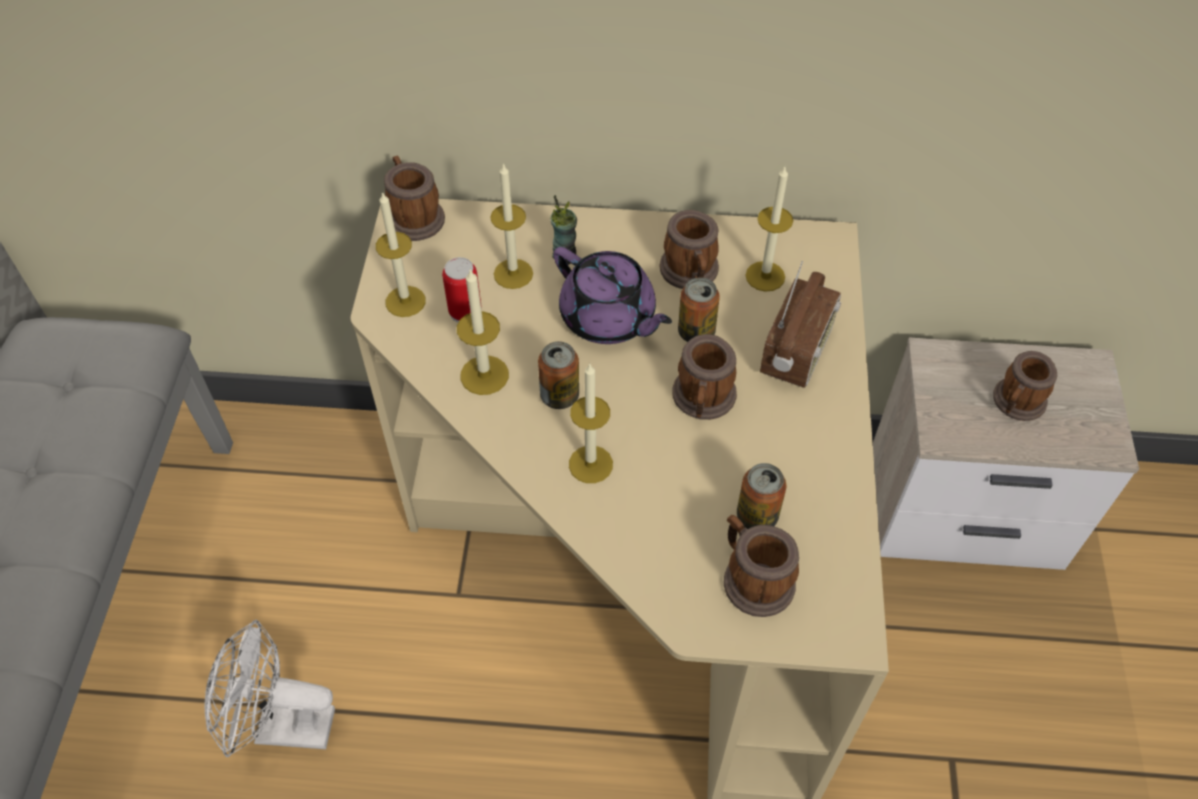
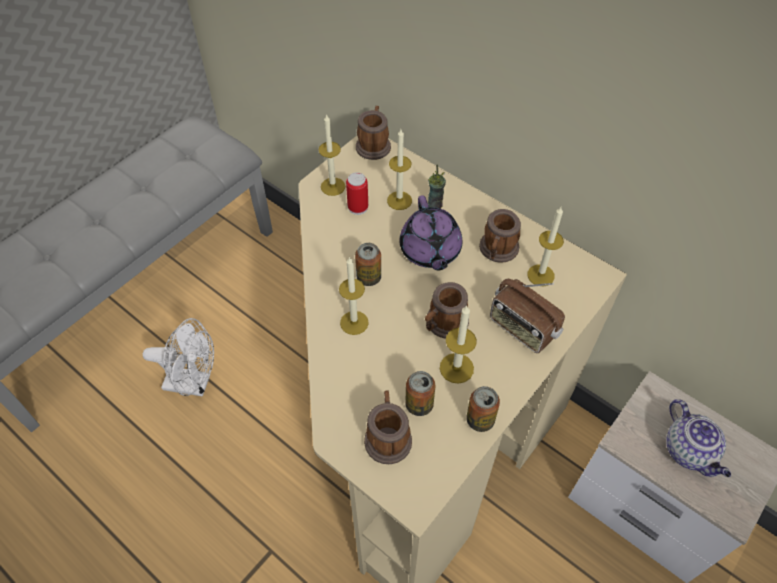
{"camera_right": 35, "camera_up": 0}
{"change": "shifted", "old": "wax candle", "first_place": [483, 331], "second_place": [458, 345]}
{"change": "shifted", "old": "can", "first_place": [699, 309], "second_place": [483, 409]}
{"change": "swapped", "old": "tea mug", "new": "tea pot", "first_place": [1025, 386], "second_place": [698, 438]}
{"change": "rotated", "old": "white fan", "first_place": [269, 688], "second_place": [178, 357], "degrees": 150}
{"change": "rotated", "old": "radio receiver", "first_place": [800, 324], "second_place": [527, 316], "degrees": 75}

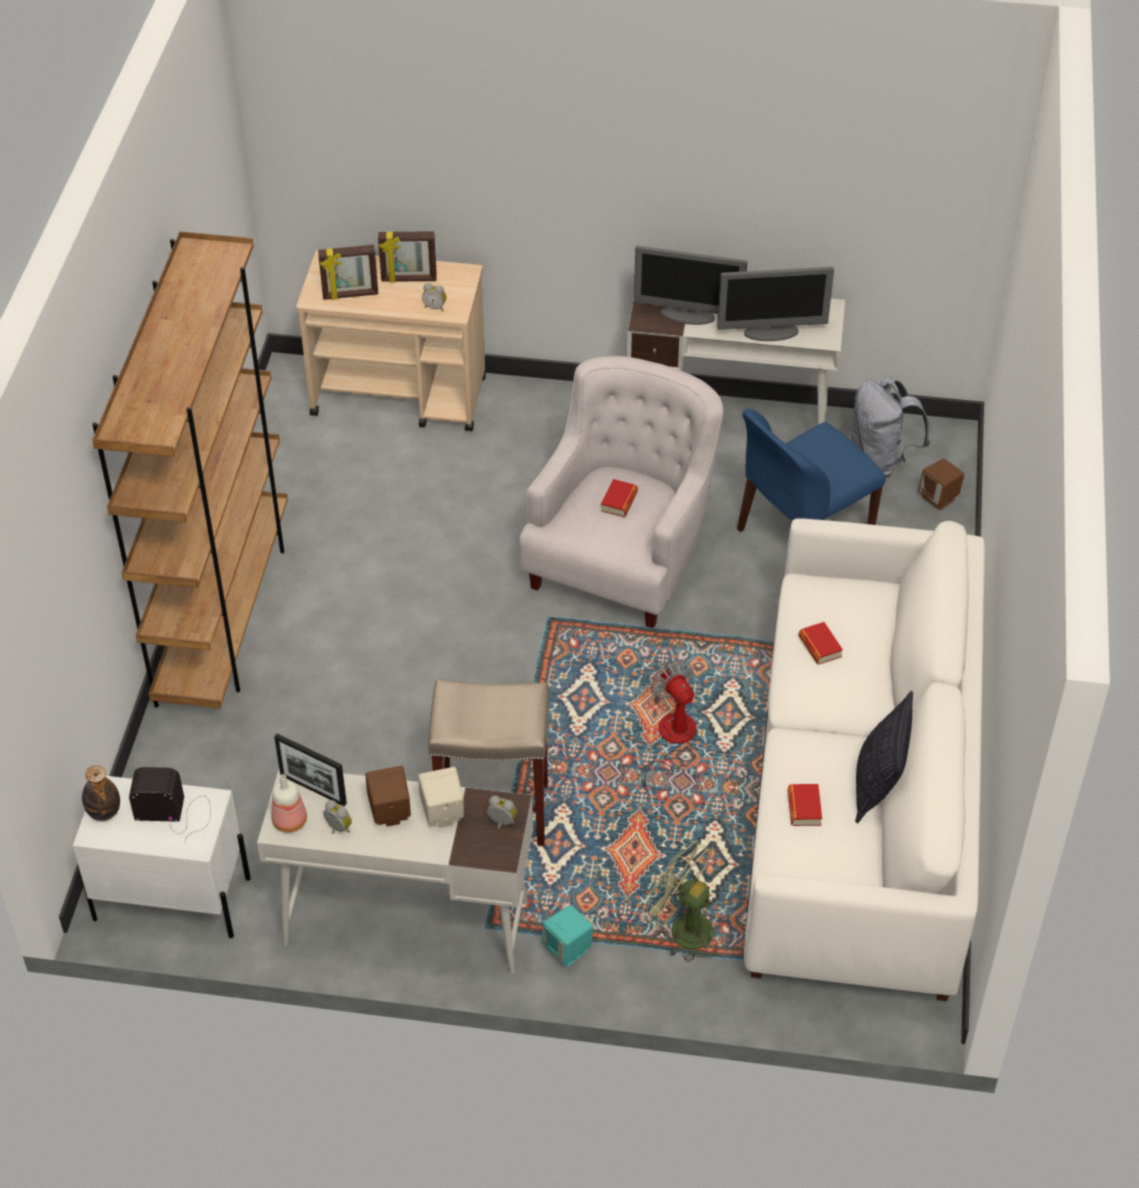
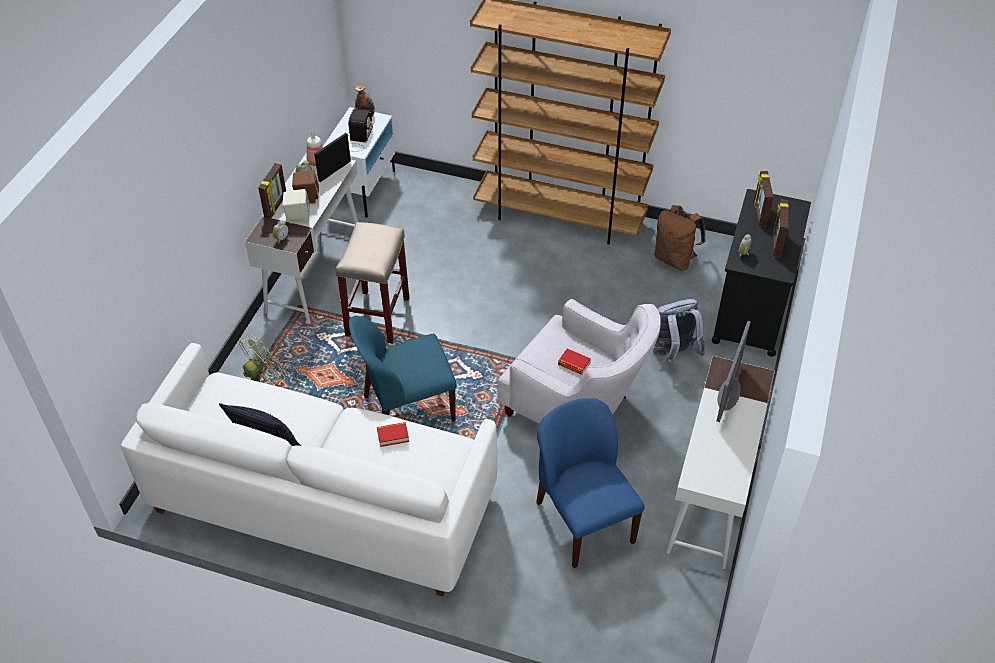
{"camera_right": 100, "camera_up": 0}
{"change": "gone", "old": "turquoise-coloured speaker", "first_place": [567, 936]}
{"change": "gone", "old": "computer display", "first_place": [775, 304]}
{"change": "gone", "old": "volume", "first_place": [805, 805]}
{"change": "gone", "old": "brown-coloured speaker", "first_place": [941, 484]}
{"change": "new", "new": "standing frame", "second_place": [272, 191]}
{"change": "new", "new": "brown-coloured rucksack", "second_place": [679, 238]}
{"change": "shifted", "old": "grey rucksack", "first_place": [890, 427], "second_place": [678, 332]}
{"change": "swapped", "old": "fan", "new": "blue upright chair", "first_place": [668, 723], "second_place": [402, 369]}
{"change": "repainted", "old": "sand-coloured trolley", "new": "black trolley", "first_place": [391, 340], "second_place": [761, 273]}

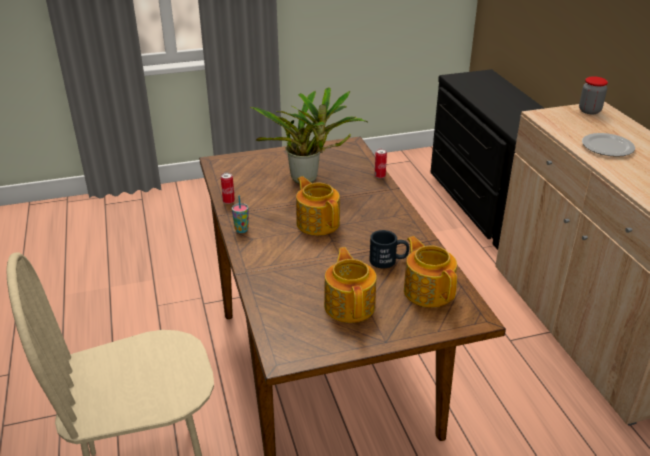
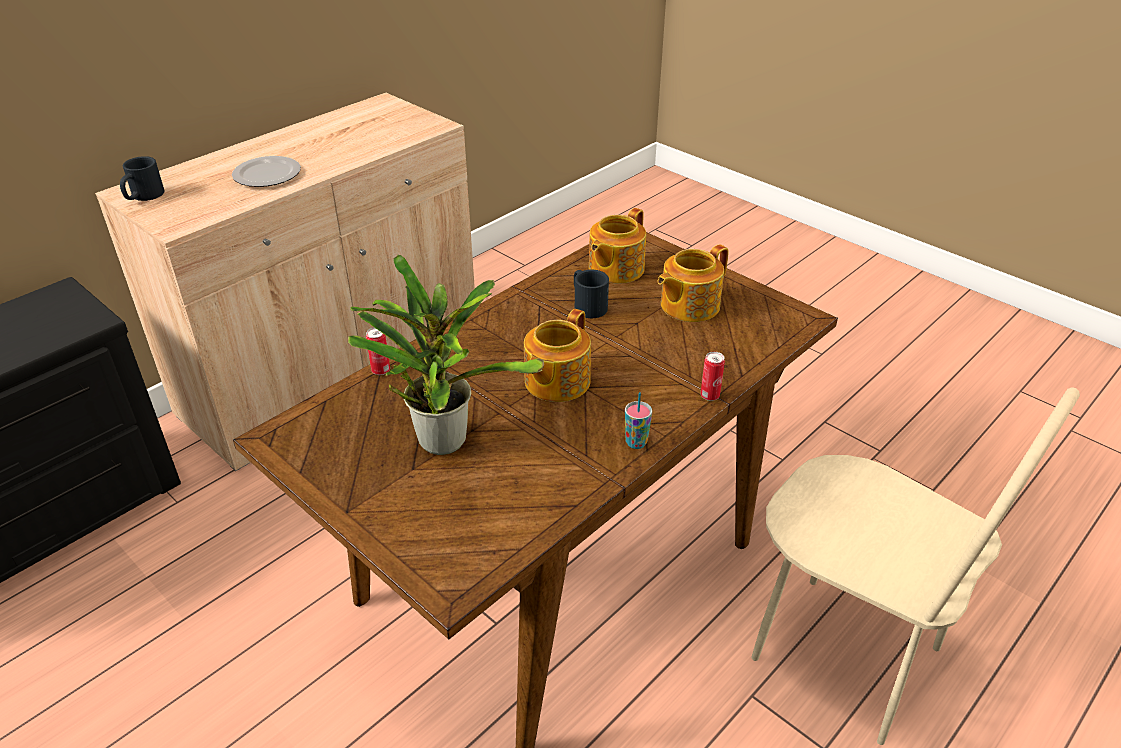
{"camera_right": -120, "camera_up": 5}
{"change": "shifted", "old": "can", "first_place": [228, 188], "second_place": [713, 376]}
{"change": "swapped", "old": "storage jar", "new": "black tea mug", "first_place": [593, 95], "second_place": [142, 178]}

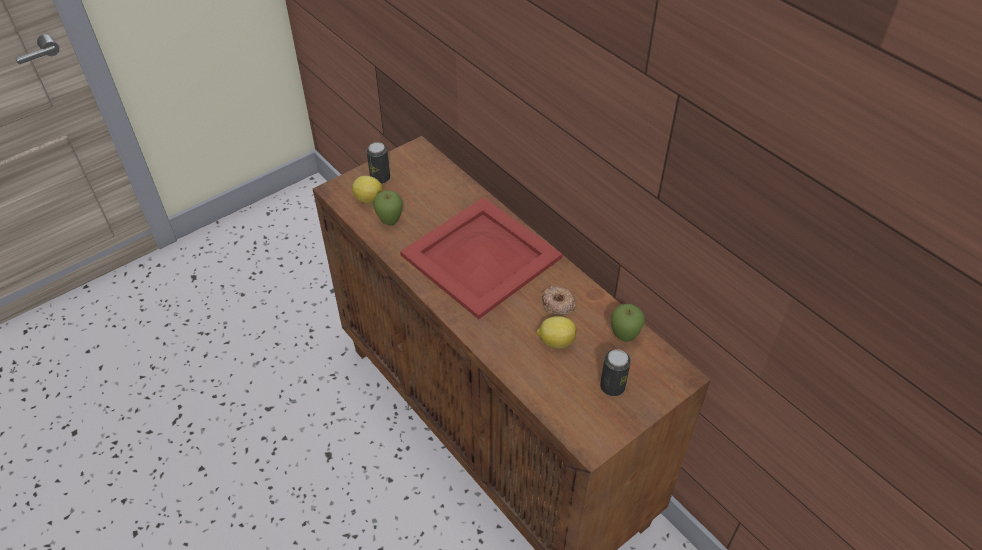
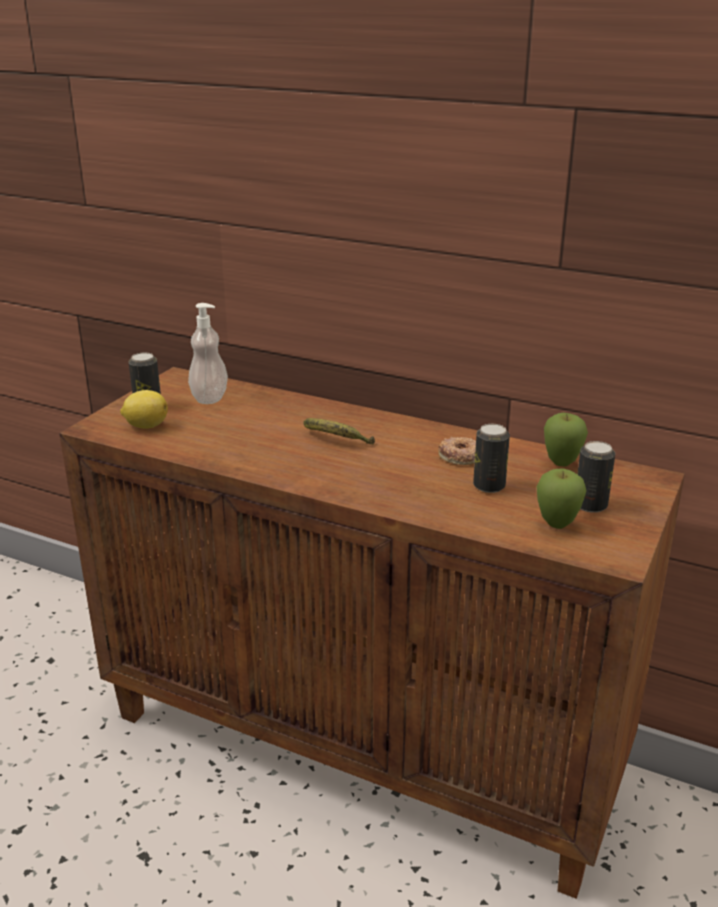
{"camera_right": -25, "camera_up": -20}
{"change": "new", "new": "soap bottle", "second_place": [208, 353]}
{"change": "shifted", "old": "apple fruit", "first_place": [388, 208], "second_place": [562, 498]}
{"change": "swapped", "old": "red-coloured serving tray", "new": "banana", "first_place": [481, 258], "second_place": [339, 431]}
{"change": "swapped", "old": "citrus fruit", "new": "can", "first_place": [556, 332], "second_place": [491, 458]}

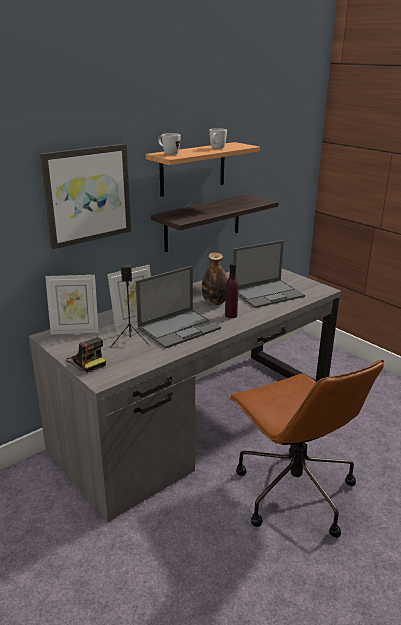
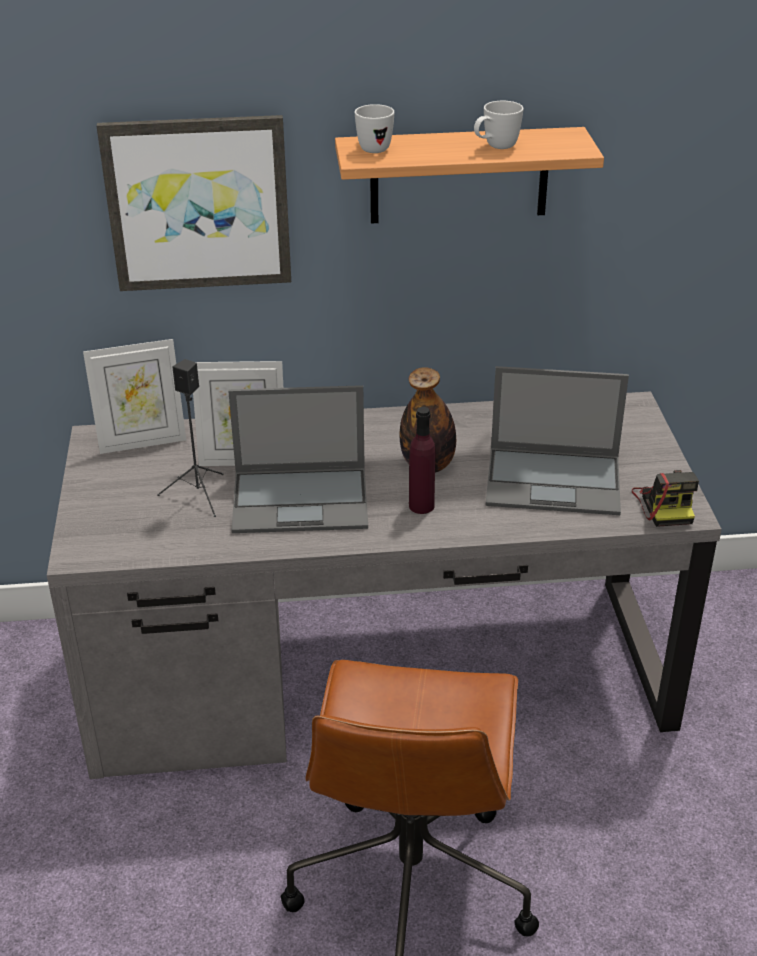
{"camera_right": 35, "camera_up": 10}
{"change": "gone", "old": "shelf", "first_place": [215, 223]}
{"change": "shifted", "old": "photo camera", "first_place": [86, 355], "second_place": [665, 498]}
{"change": "rotated", "old": "standing frame", "first_place": [72, 304], "second_place": [134, 396], "degrees": -45}

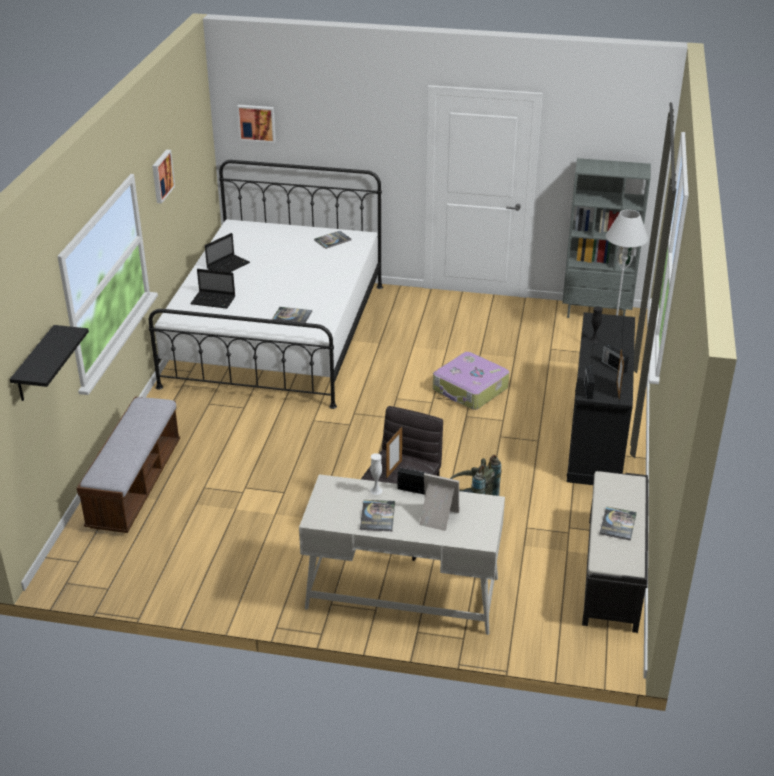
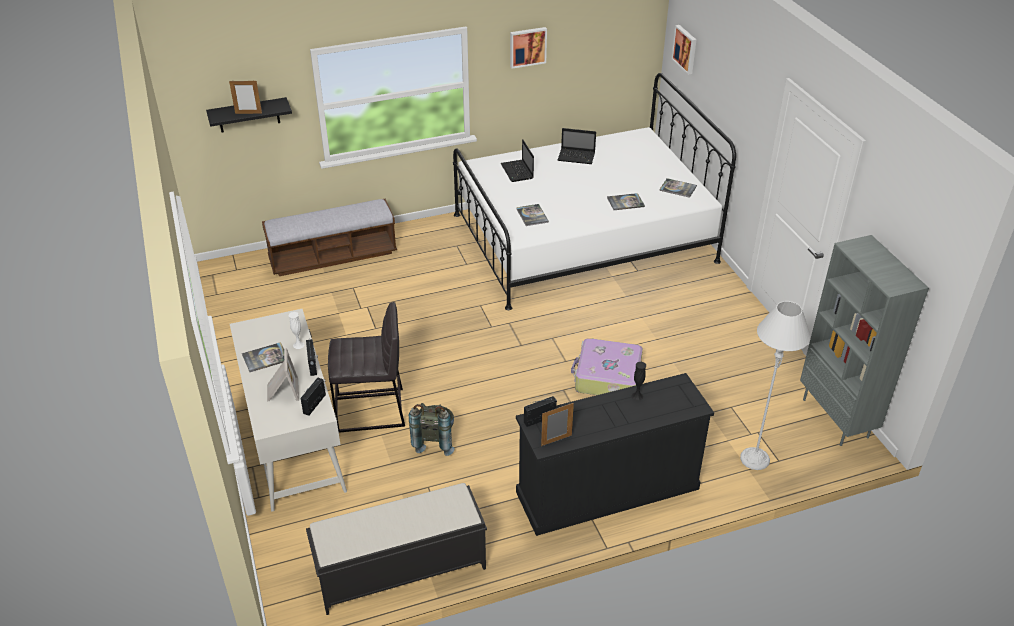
{"camera_right": 60, "camera_up": 5}
{"change": "shifted", "old": "standing frame", "first_place": [394, 452], "second_place": [245, 97]}
{"change": "shifted", "old": "volume", "first_place": [618, 523], "second_place": [626, 201]}
{"change": "shifted", "old": "radio receiver", "first_place": [615, 359], "second_place": [313, 396]}

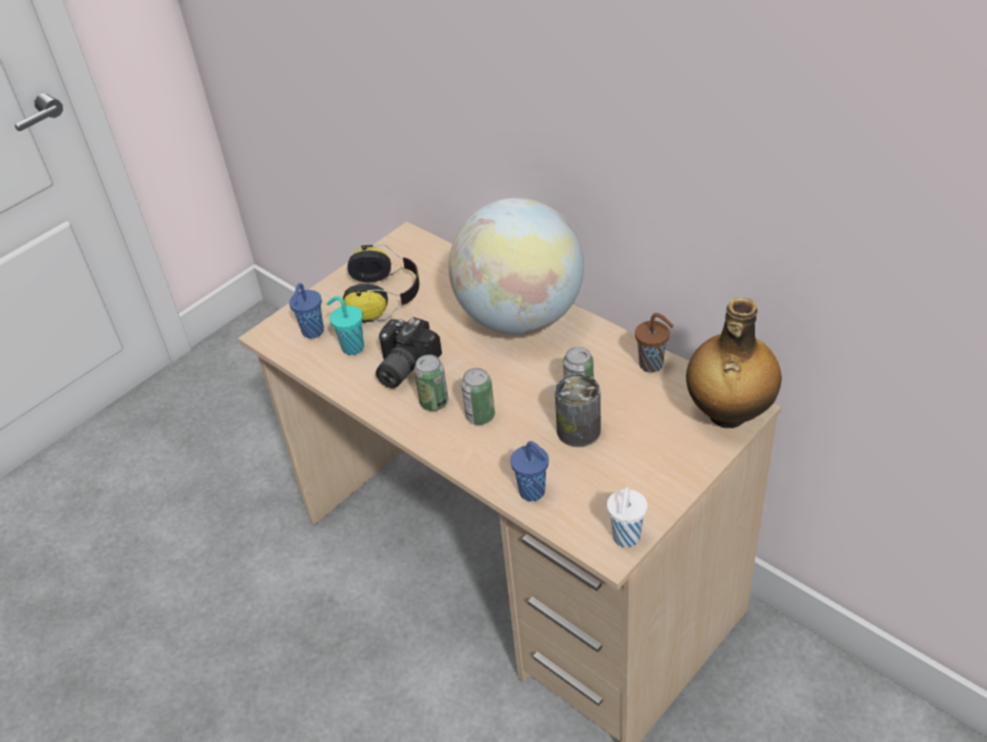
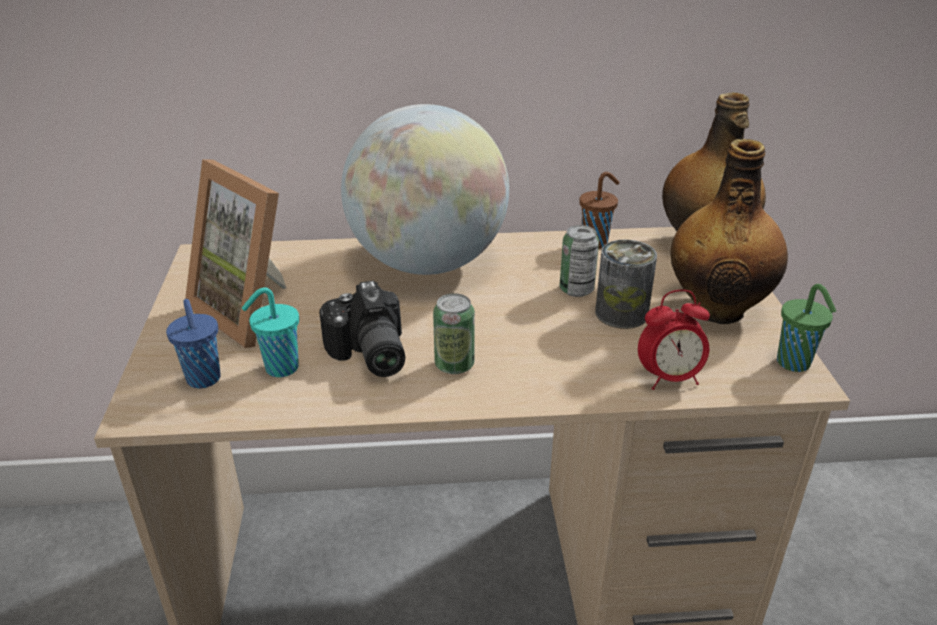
{"camera_right": -50, "camera_up": -10}
{"change": "gone", "old": "can", "first_place": [478, 396]}
{"change": "new", "new": "beverage bottle", "second_place": [729, 231]}
{"change": "swapped", "old": "headset", "new": "standing frame", "first_place": [381, 284], "second_place": [235, 253]}
{"change": "swapped", "old": "blue small cup", "new": "bedside clock", "first_place": [529, 471], "second_place": [674, 340]}
{"change": "repainted", "old": "white small cup", "new": "green-coloured small cup", "first_place": [627, 517], "second_place": [806, 328]}

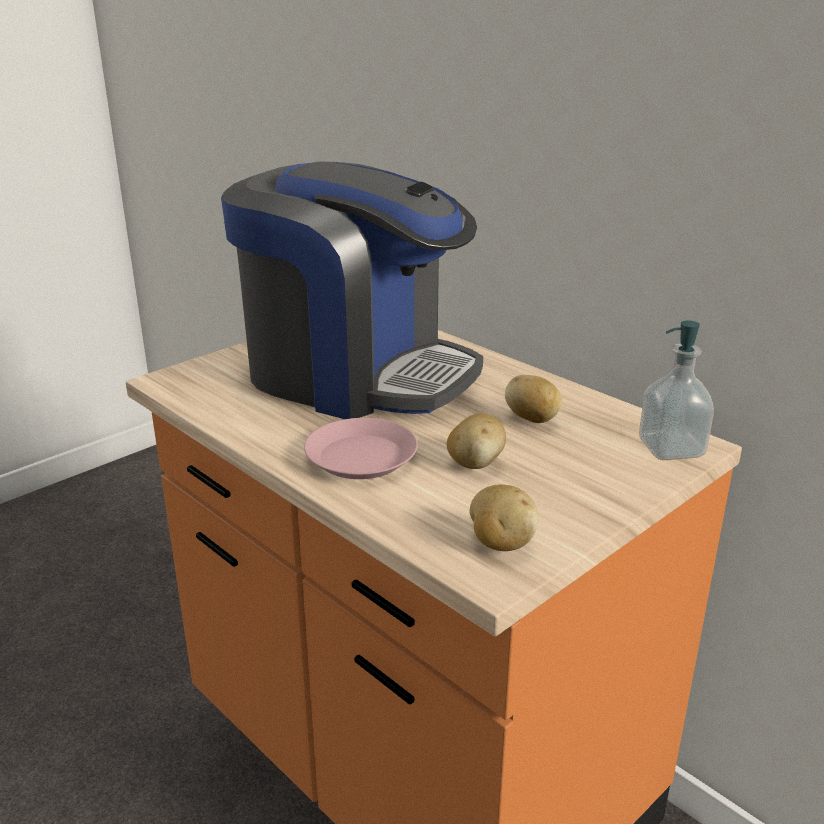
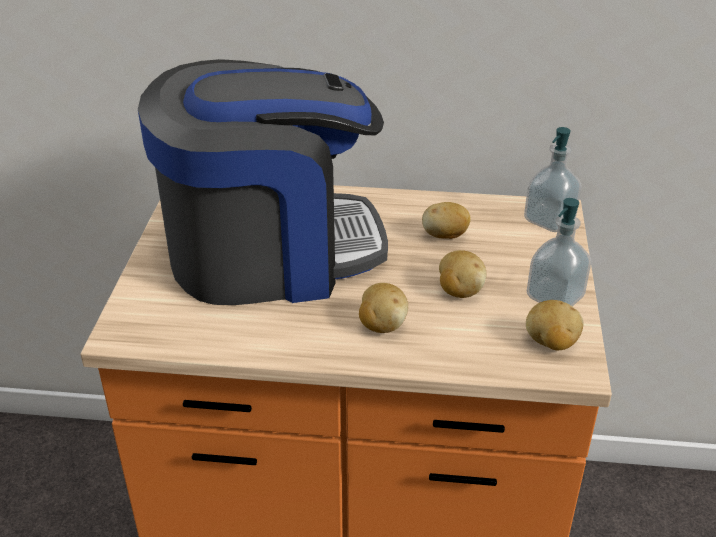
{"camera_right": -40, "camera_up": 10}
{"change": "new", "new": "soap bottle", "second_place": [559, 252]}
{"change": "swapped", "old": "pinkish dinner plate", "new": "potato", "first_place": [361, 448], "second_place": [383, 308]}

